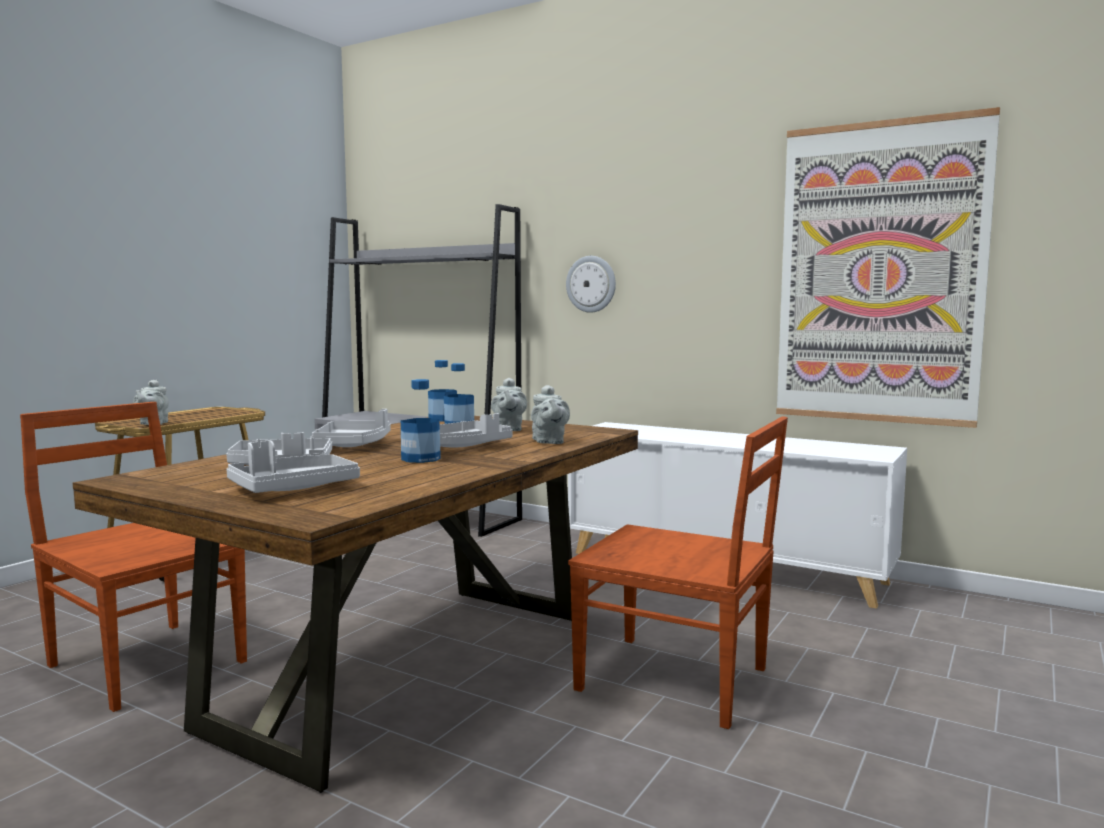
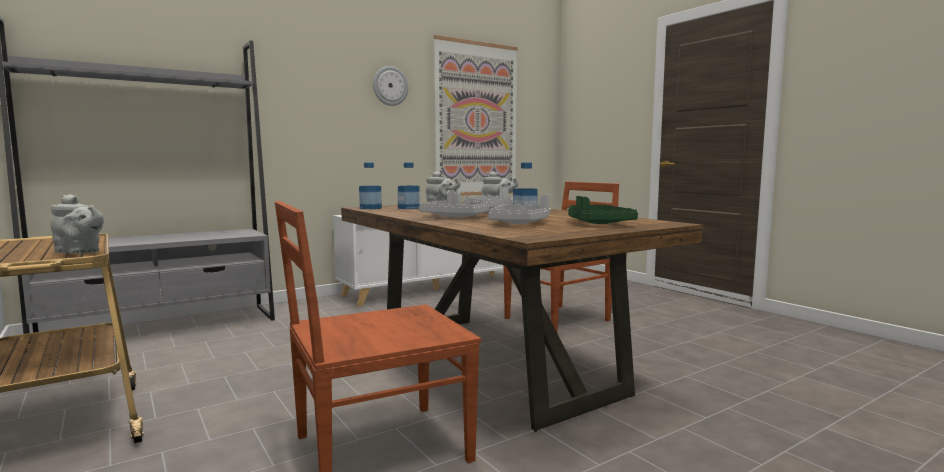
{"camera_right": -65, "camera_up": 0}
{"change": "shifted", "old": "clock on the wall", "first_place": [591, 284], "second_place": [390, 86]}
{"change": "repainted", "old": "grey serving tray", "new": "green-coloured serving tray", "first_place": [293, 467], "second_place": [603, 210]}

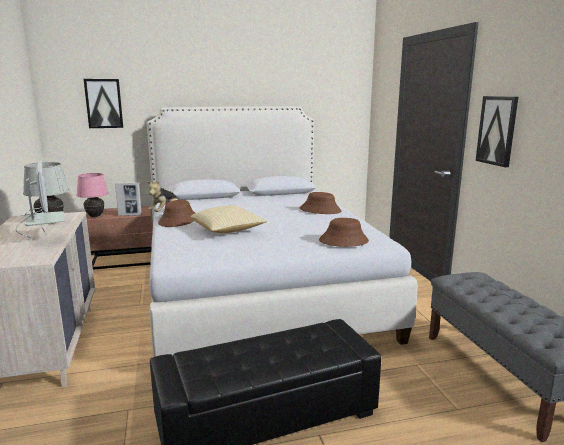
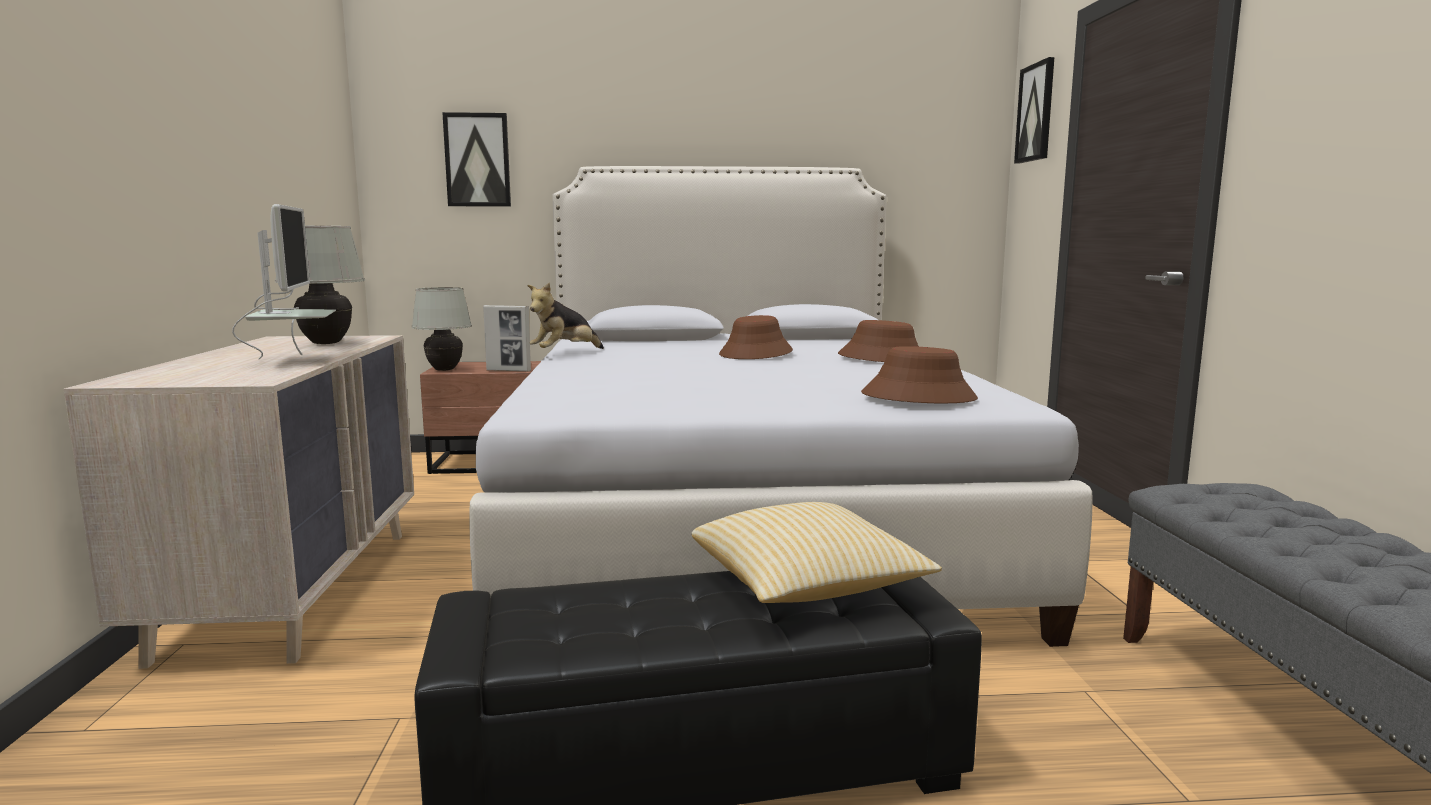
{"camera_right": 10, "camera_up": -5}
{"change": "shifted", "old": "brown-coloured hat", "first_place": [176, 213], "second_place": [756, 337]}
{"change": "shifted", "old": "pillow", "first_place": [229, 219], "second_place": [817, 552]}
{"change": "shifted", "old": "wall picture", "first_place": [497, 131], "second_place": [1034, 110]}
{"change": "repainted", "old": "pinkish table lamp", "new": "white table lamp", "first_place": [93, 195], "second_place": [442, 329]}

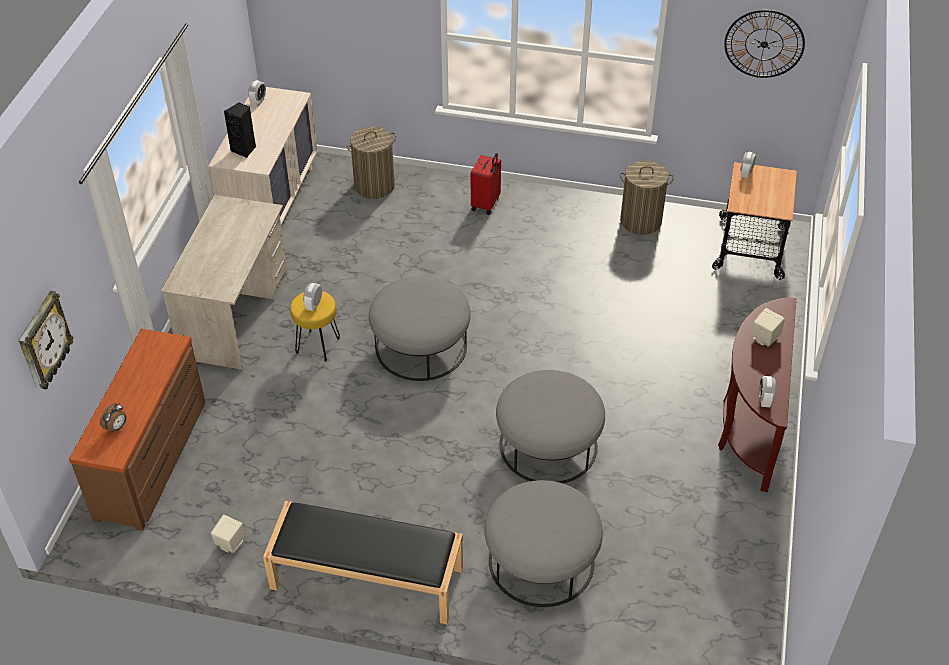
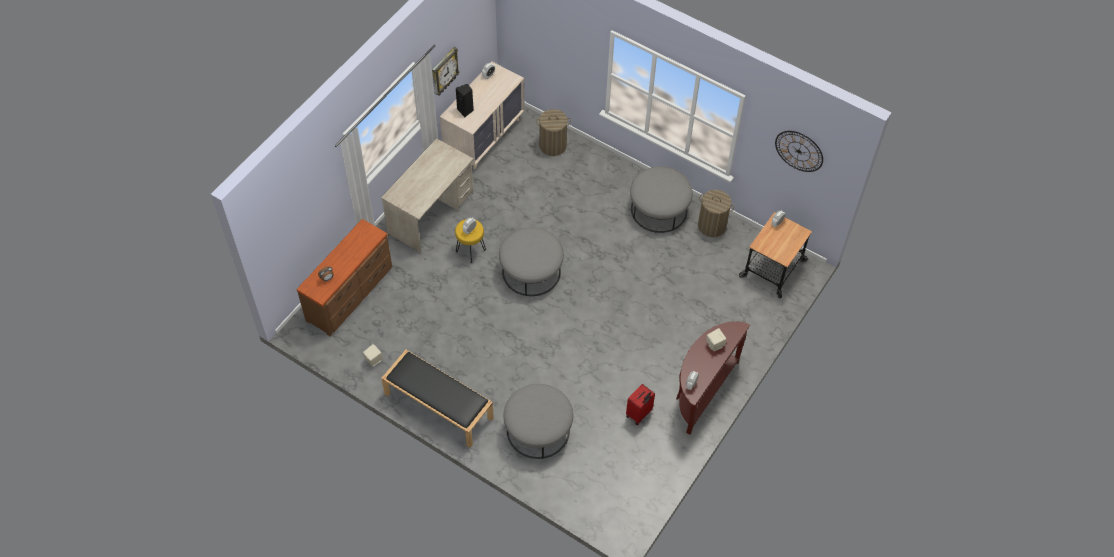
{"camera_right": 20, "camera_up": 10}
{"change": "shifted", "old": "clock on the wall", "first_place": [46, 340], "second_place": [446, 71]}
{"change": "shifted", "old": "red-coloured suitcase", "first_place": [486, 184], "second_place": [640, 404]}
{"change": "shifted", "old": "grey pouffe", "first_place": [550, 426], "second_place": [661, 199]}

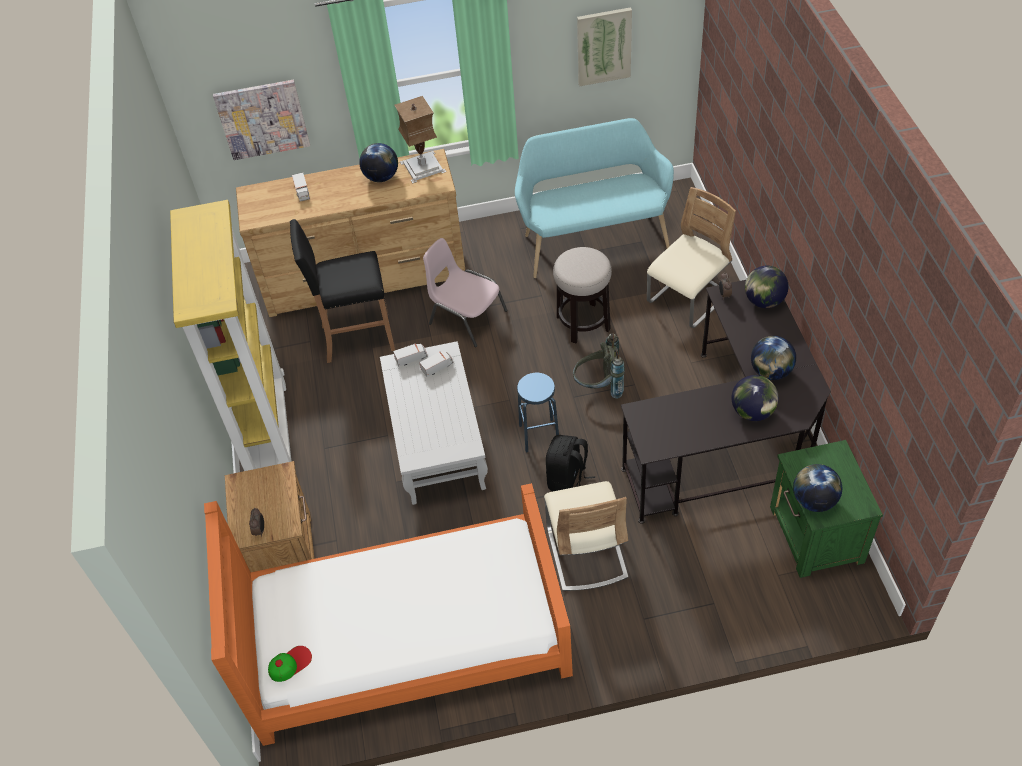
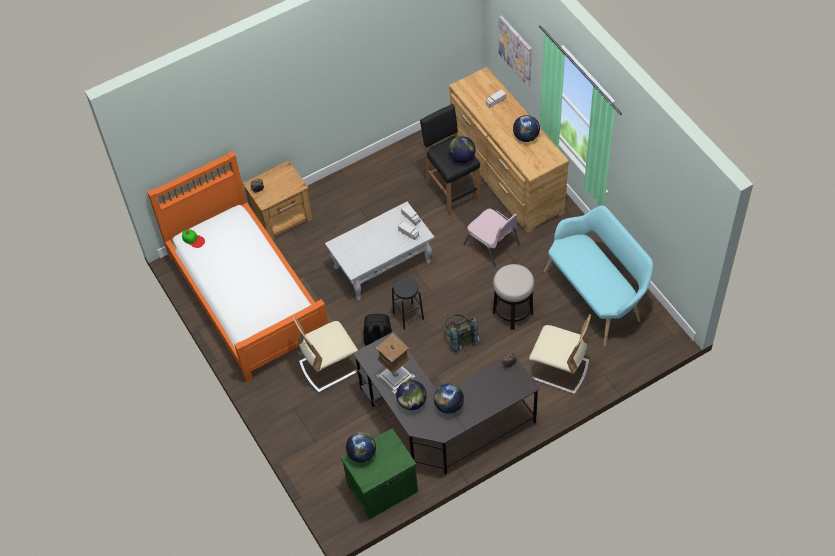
{"camera_right": 70, "camera_up": 5}
{"change": "gone", "old": "yellowish shelving unit", "first_place": [231, 335]}
{"change": "gone", "old": "wall picture", "first_place": [604, 46]}
{"change": "shifted", "old": "table lamp", "first_place": [420, 140], "second_place": [396, 364]}
{"change": "shifted", "old": "globe", "first_place": [767, 286], "second_place": [462, 149]}
{"change": "repainted", "old": "blue stool seat", "new": "black stool seat", "first_place": [538, 412], "second_place": [408, 303]}
{"change": "rotated", "old": "pinkish upright chair", "first_place": [465, 292], "second_place": [491, 238], "degrees": 120}

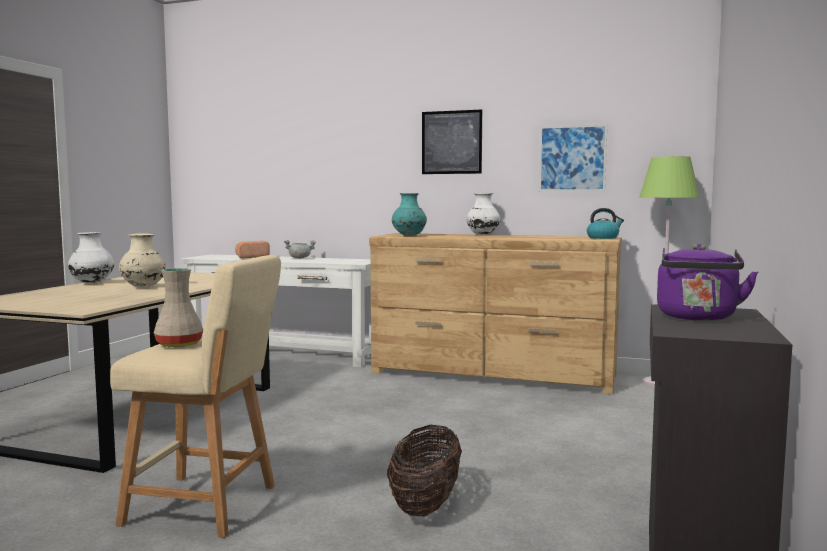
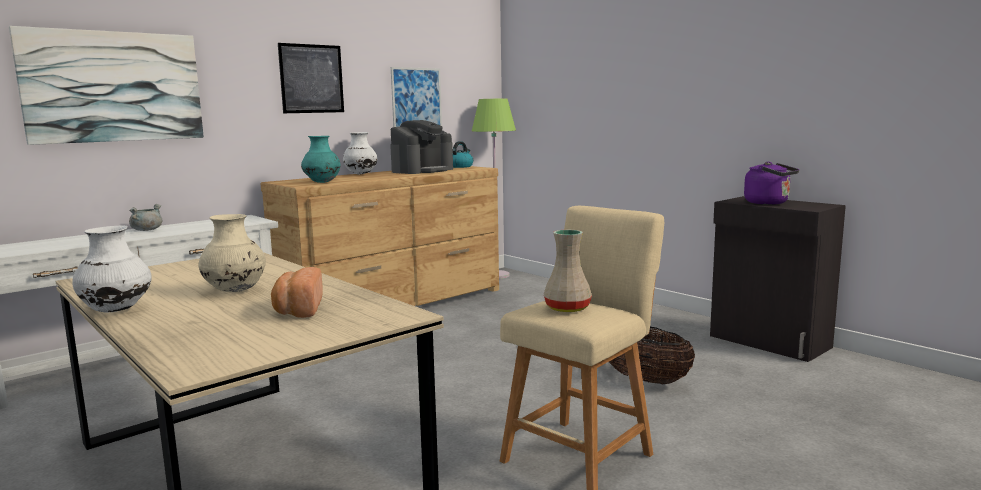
{"camera_right": -60, "camera_up": 5}
{"change": "new", "new": "wall picture", "second_place": [106, 85]}
{"change": "new", "new": "coffee brewer", "second_place": [421, 147]}
{"change": "shifted", "old": "bakery bread", "first_place": [252, 249], "second_place": [297, 292]}

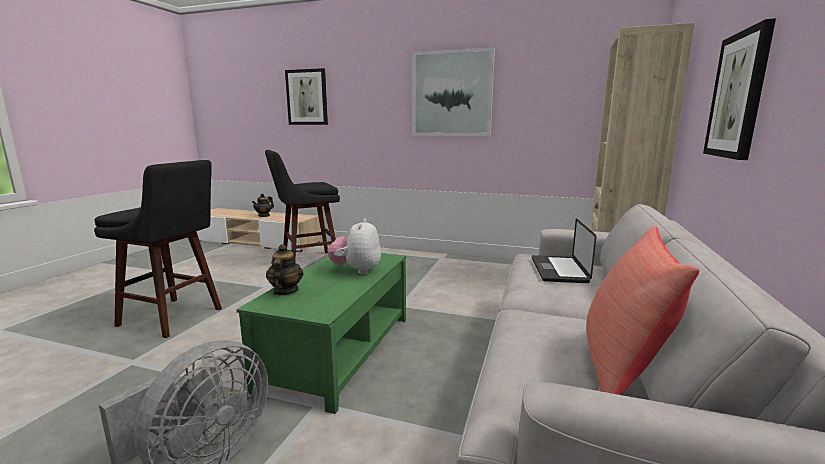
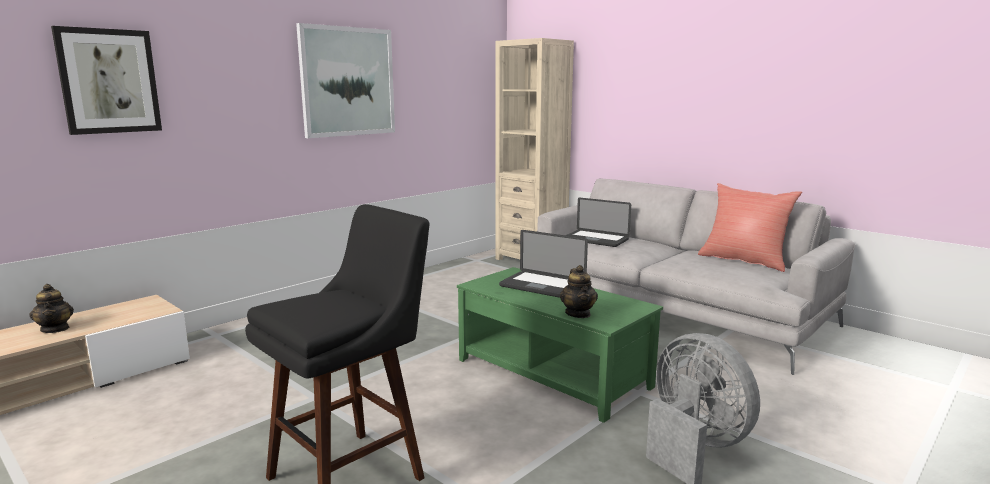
{"camera_right": -65, "camera_up": 0}
{"change": "gone", "old": "black stool seat", "first_place": [302, 204]}
{"change": "gone", "old": "wall picture", "first_place": [739, 89]}
{"change": "swapped", "old": "plush toy", "new": "portable computer", "first_place": [354, 246], "second_place": [543, 264]}
{"change": "rotated", "old": "tea pot", "first_place": [284, 269], "second_place": [579, 291], "degrees": -120}

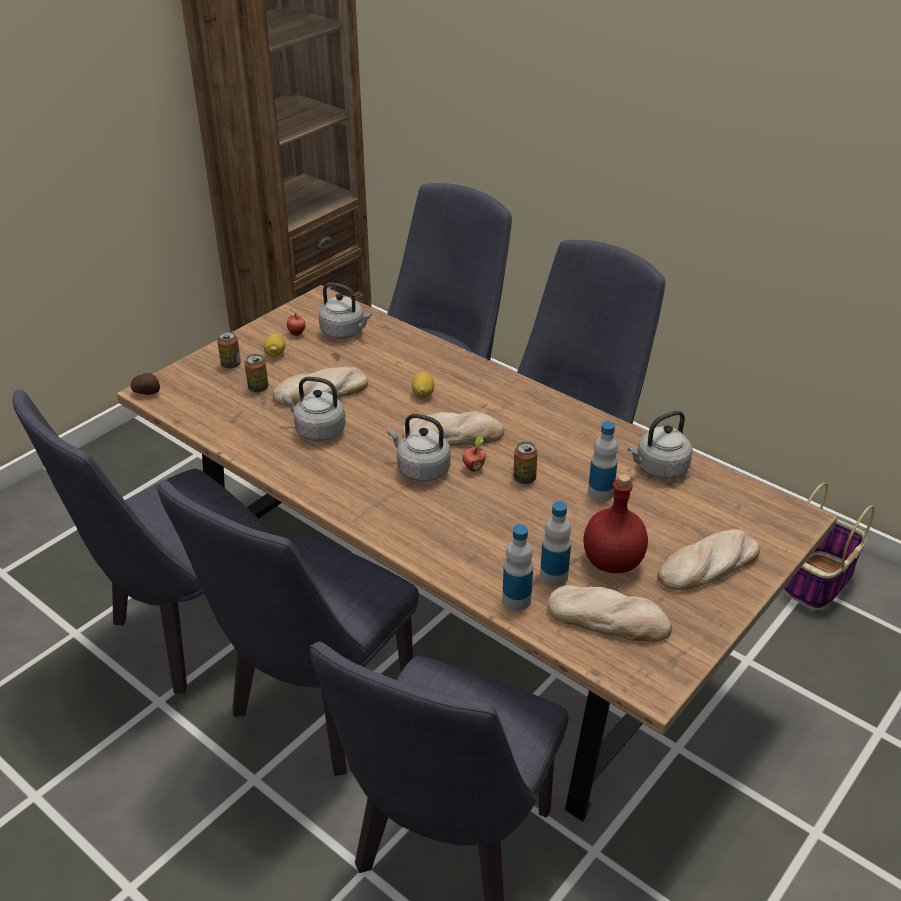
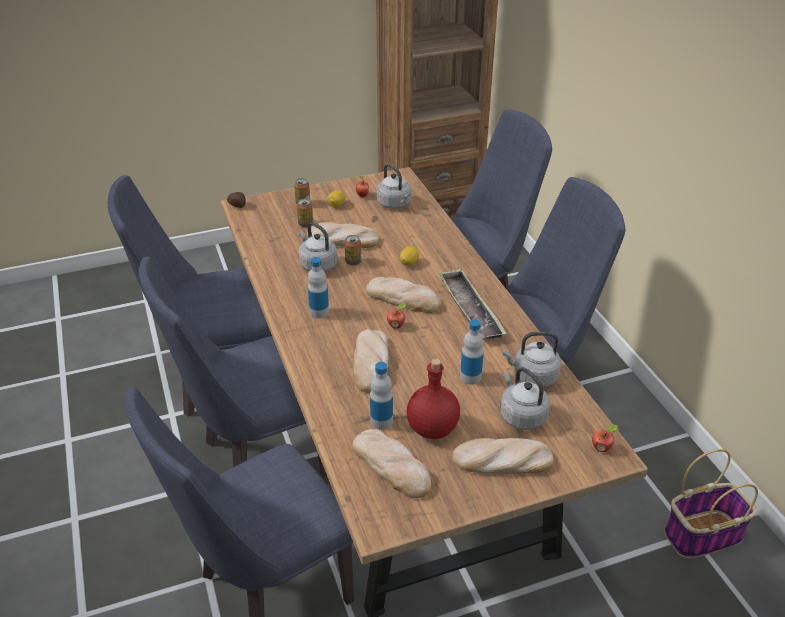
{"camera_right": 30, "camera_up": 0}
{"change": "new", "new": "bakery bread", "second_place": [371, 361]}
{"change": "new", "new": "serving tray", "second_place": [472, 304]}
{"change": "new", "new": "apple fruit", "second_place": [605, 438]}
{"change": "shifted", "old": "grey kettle", "first_place": [418, 447], "second_place": [525, 398]}
{"change": "shifted", "old": "beverage bottle", "first_place": [517, 567], "second_place": [318, 288]}
{"change": "shifted", "old": "can", "first_place": [525, 463], "second_place": [353, 250]}

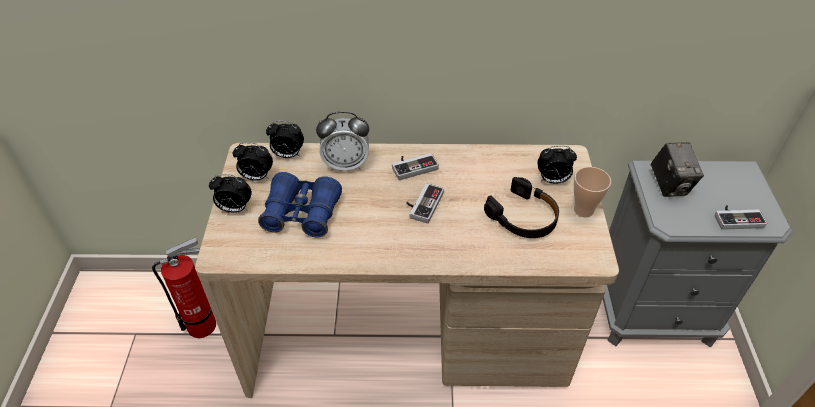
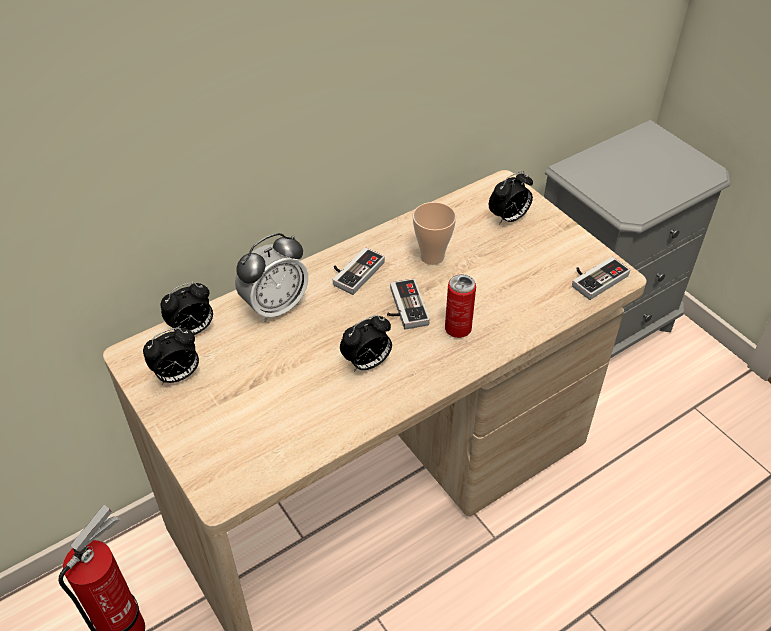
{"camera_right": -35, "camera_up": 0}
{"change": "gone", "old": "blue binoculars", "first_place": [300, 205]}
{"change": "gone", "old": "black headset", "first_place": [521, 207]}
{"change": "gone", "old": "photo camera", "first_place": [677, 169]}
{"change": "new", "new": "can", "second_place": [460, 306]}
{"change": "shifted", "old": "bedside clock", "first_place": [230, 193], "second_place": [366, 343]}
{"change": "shifted", "old": "small cup", "first_place": [592, 192], "second_place": [434, 233]}
{"change": "shifted", "old": "gamepad", "first_place": [741, 217], "second_place": [601, 278]}

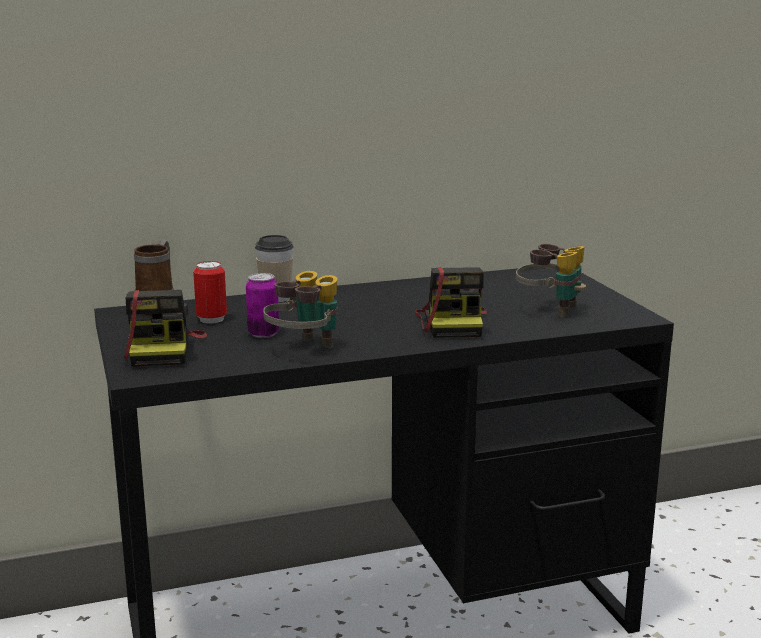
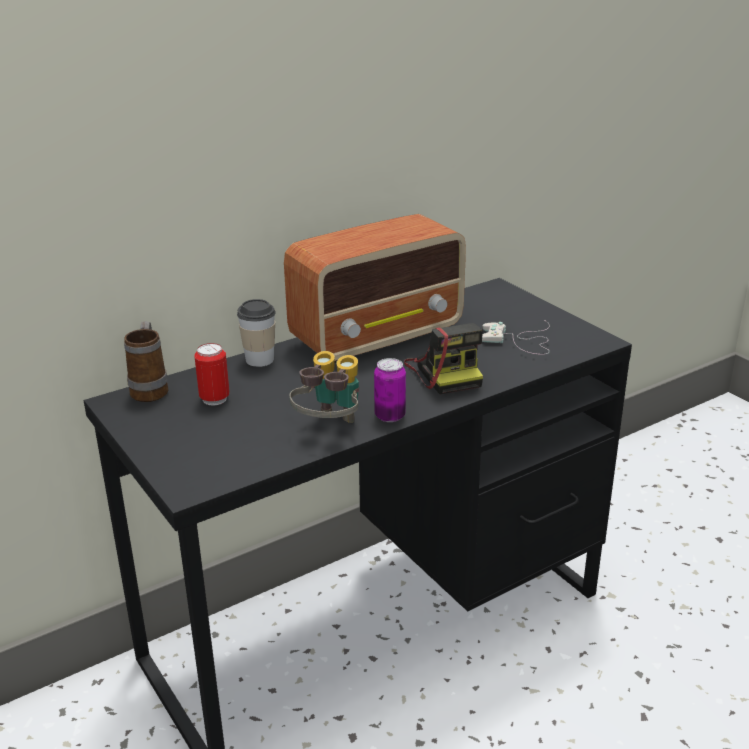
{"camera_right": -15, "camera_up": 10}
{"change": "gone", "old": "photo camera", "first_place": [165, 328]}
{"change": "new", "new": "radio receiver", "second_place": [375, 289]}
{"change": "shifted", "old": "can", "first_place": [262, 305], "second_place": [390, 390]}
{"change": "swapped", "old": "binoculars", "new": "white gamepad", "first_place": [551, 280], "second_place": [516, 337]}

